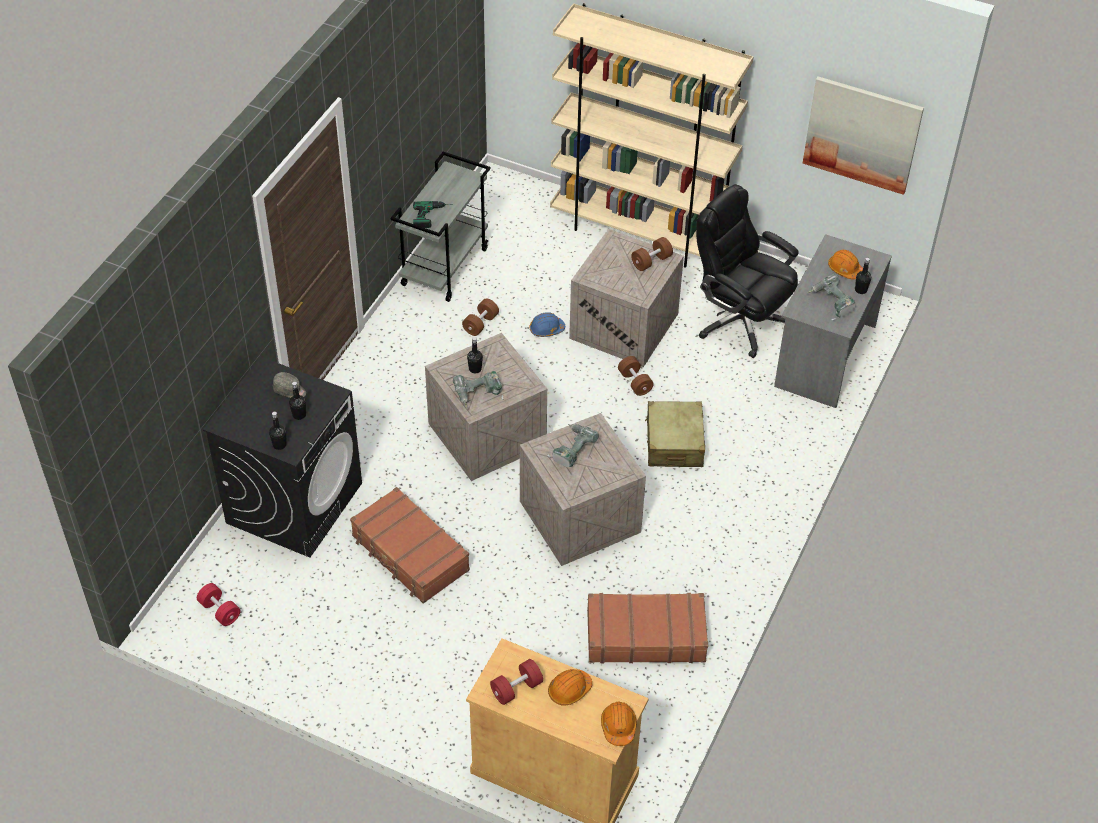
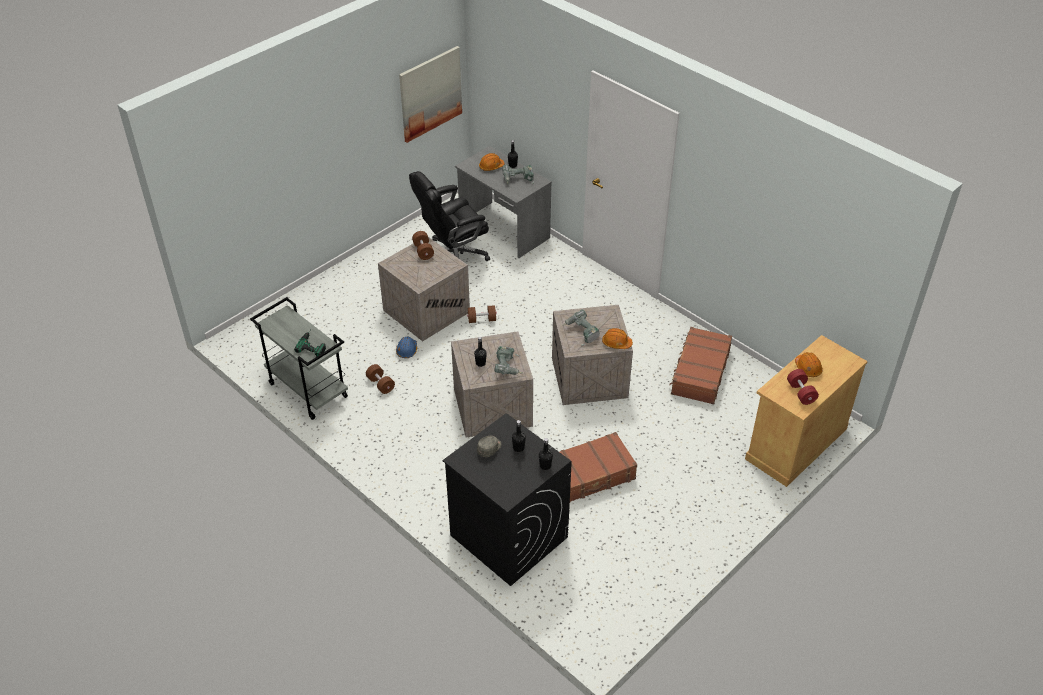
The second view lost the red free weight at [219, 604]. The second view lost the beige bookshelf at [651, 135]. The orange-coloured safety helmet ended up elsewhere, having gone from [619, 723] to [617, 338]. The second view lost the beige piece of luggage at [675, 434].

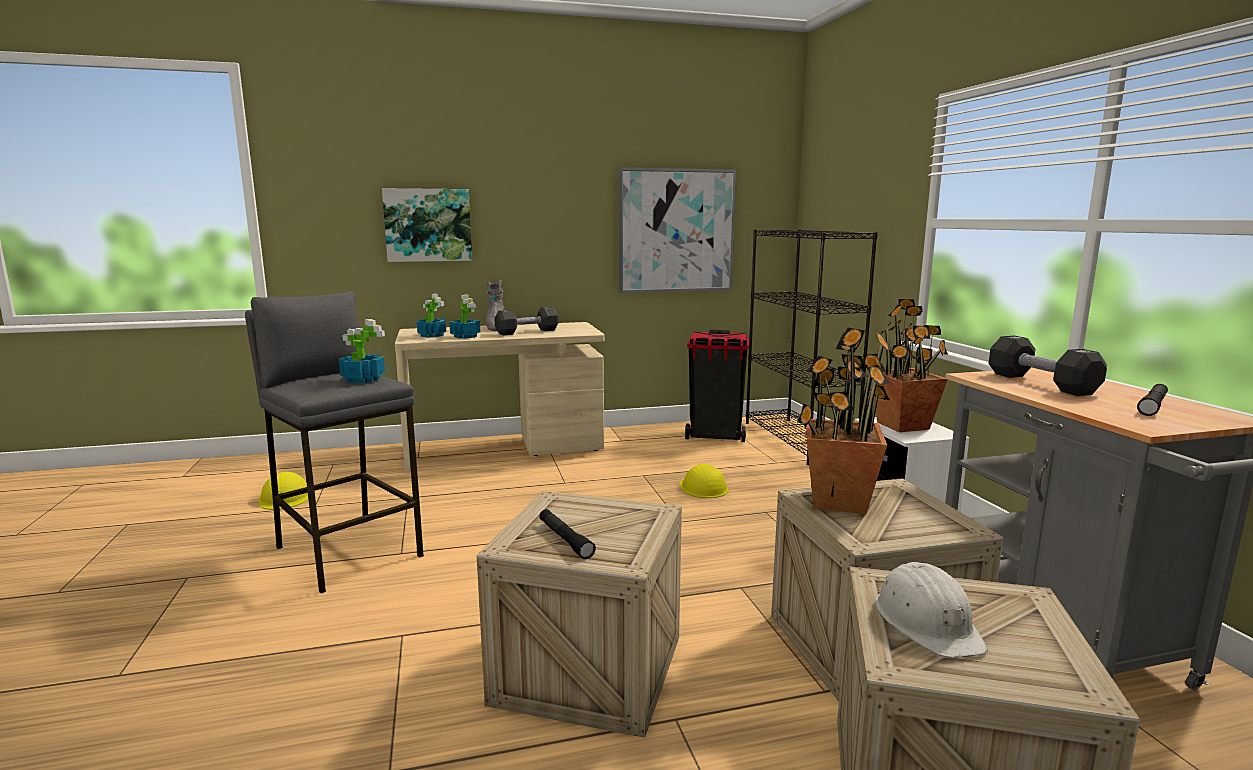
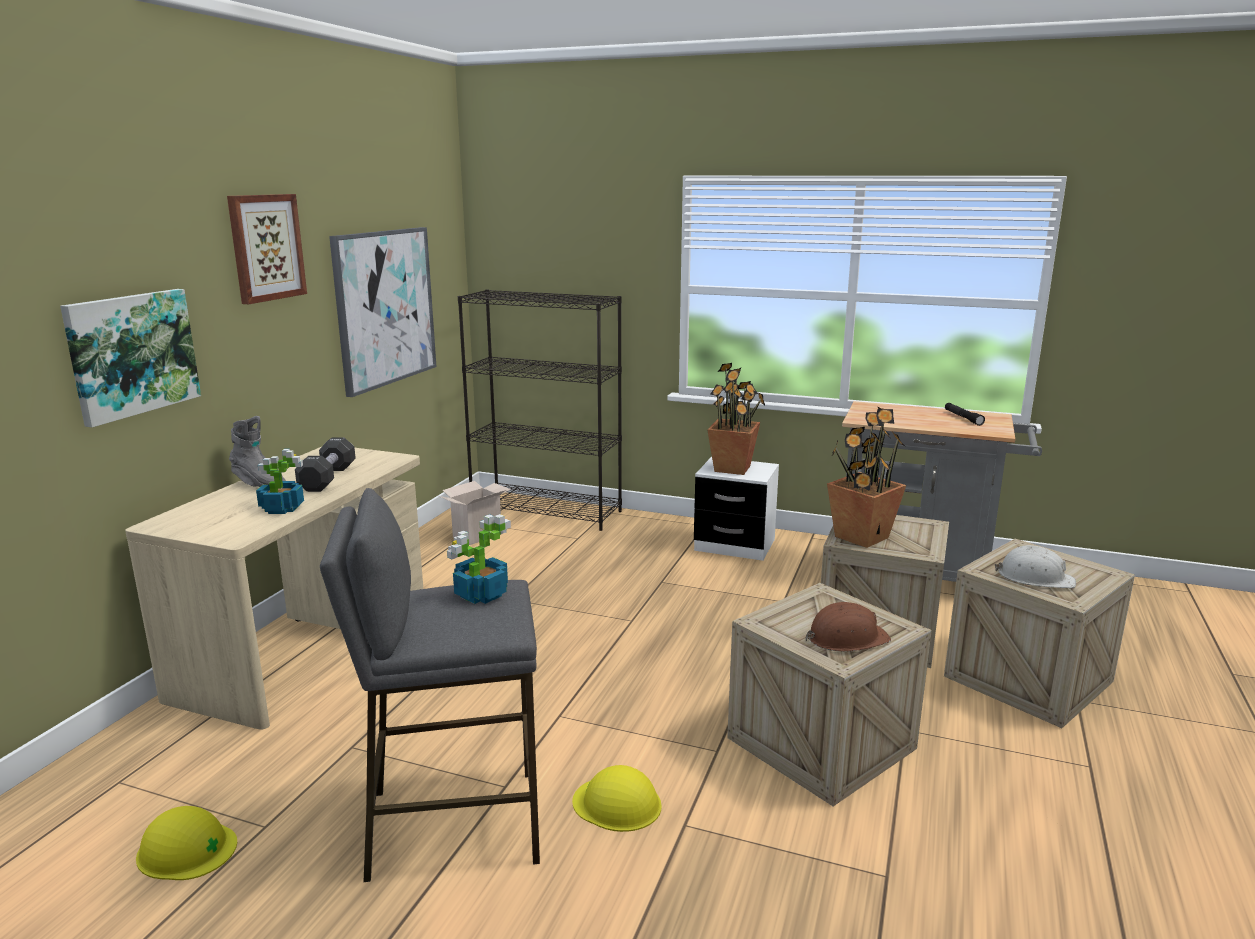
The second view lost the plant in a pot at [431, 315]. Where the blackish hand torch stood at [567, 534], the brownish safety helmet came to stand at [848, 627]. The yellowish safety helmet ended up elsewhere, having gone from [704, 481] to [617, 798]. Where the blackish trash can stood at [717, 386], the cardboard box came to stand at [475, 513]. The second view lost the blackish free weight at [1047, 365]. The second view gained the wall art at [267, 249].

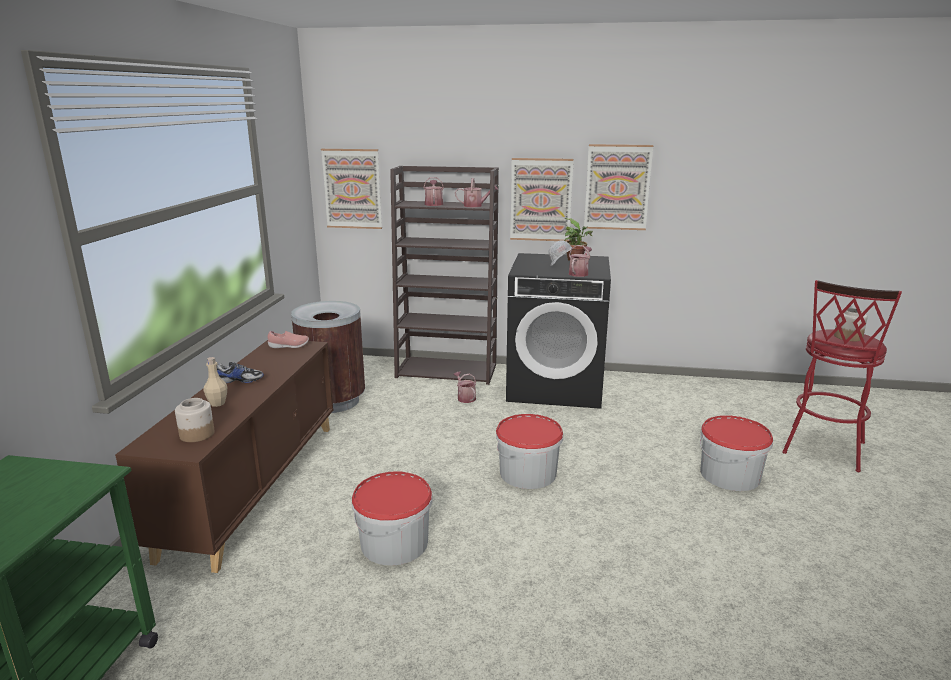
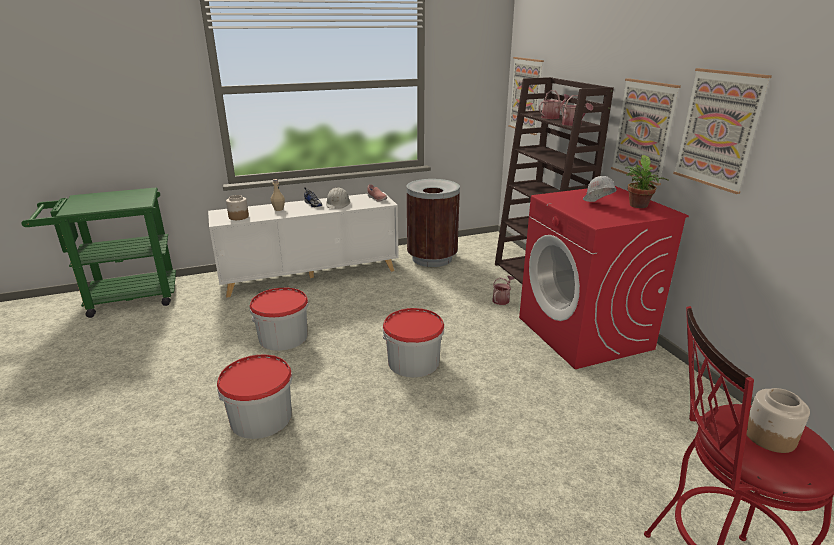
What was the brownish cabinet at [224, 456] turned into the whitish cabinet at [303, 245]. What was the blackish laundry appliance at [558, 331] turned into the red laundry appliance at [604, 277]. The second view lost the sprinkling can at [580, 261]. The pail ended up elsewhere, having gone from [736, 453] to [254, 397]. The second view gained the whitish safety helmet at [338, 198].

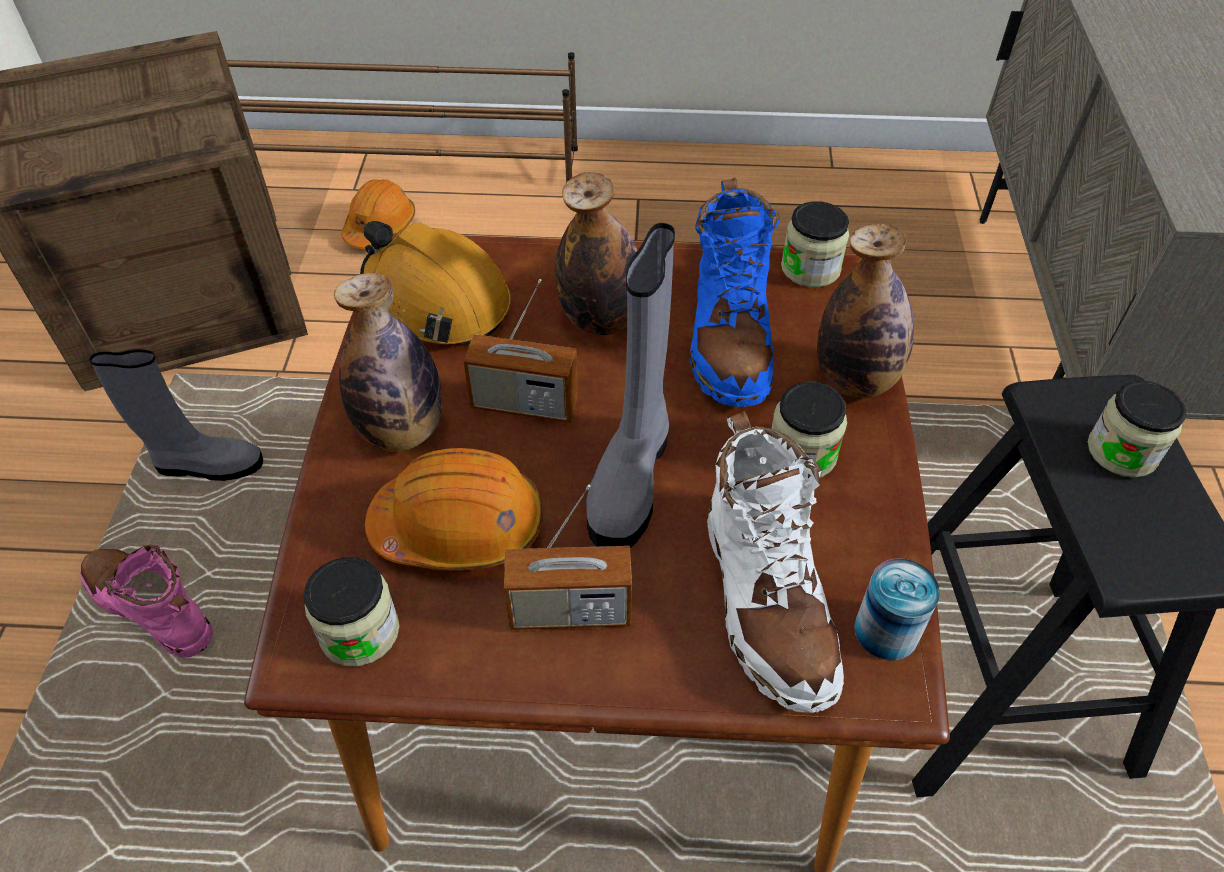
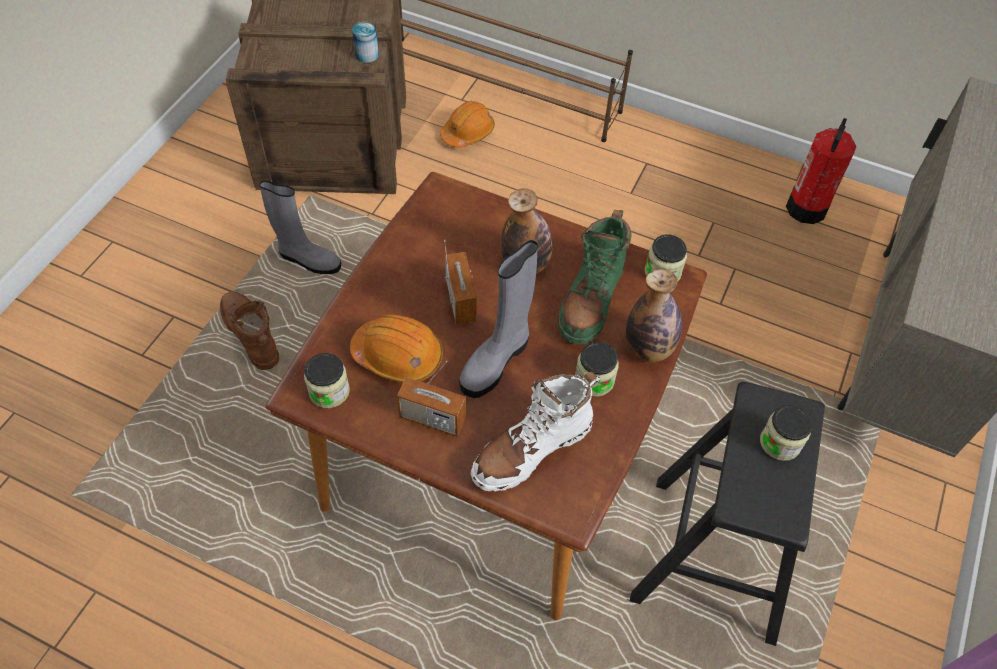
What was the pinkish tall boot at [147, 601] turned into the brownish tall boot at [249, 330]. The second view lost the beverage bottle at [388, 362]. The second view lost the orange-coloured safety helmet at [435, 283]. The radio set at [520, 351] ended up facing another way, 135 degrees counterclockwise from before. What was the bluish tall boot at [735, 292] turned into the greenish tall boot at [595, 277]. The whitish tall boot at [775, 562] ended up facing another way, 45 degrees clockwise from before. The sealed can ended up elsewhere, having gone from [897, 609] to [365, 42]. The second view gained the extinguisher at [821, 171].

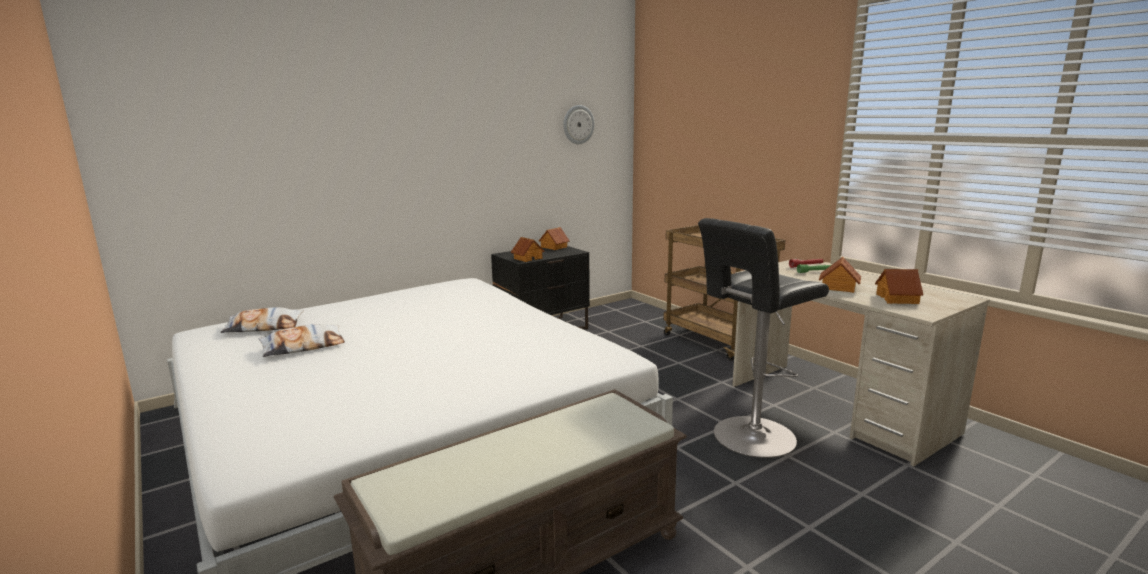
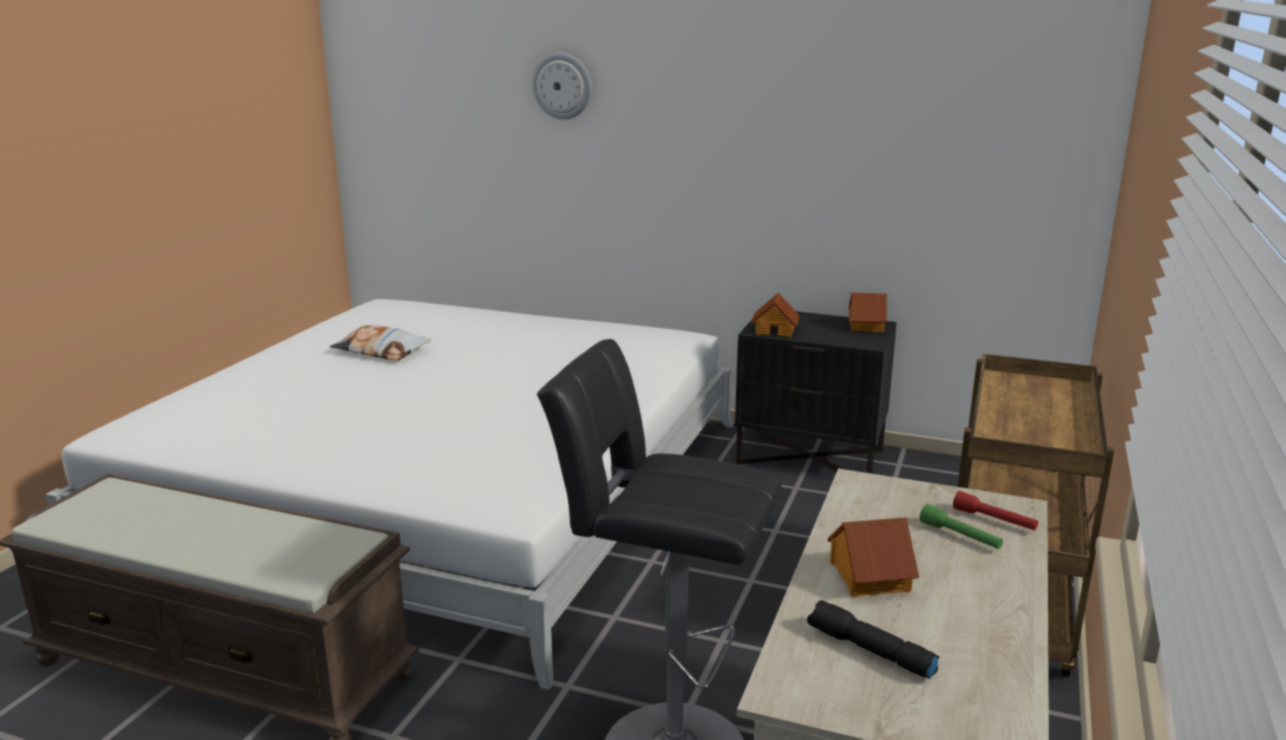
The second view lost the pillow at [262, 320]. The hanging clock ended up elsewhere, having gone from [579, 124] to [561, 86]. Where the toy house stood at [899, 286], the blackish hand torch came to stand at [873, 639].

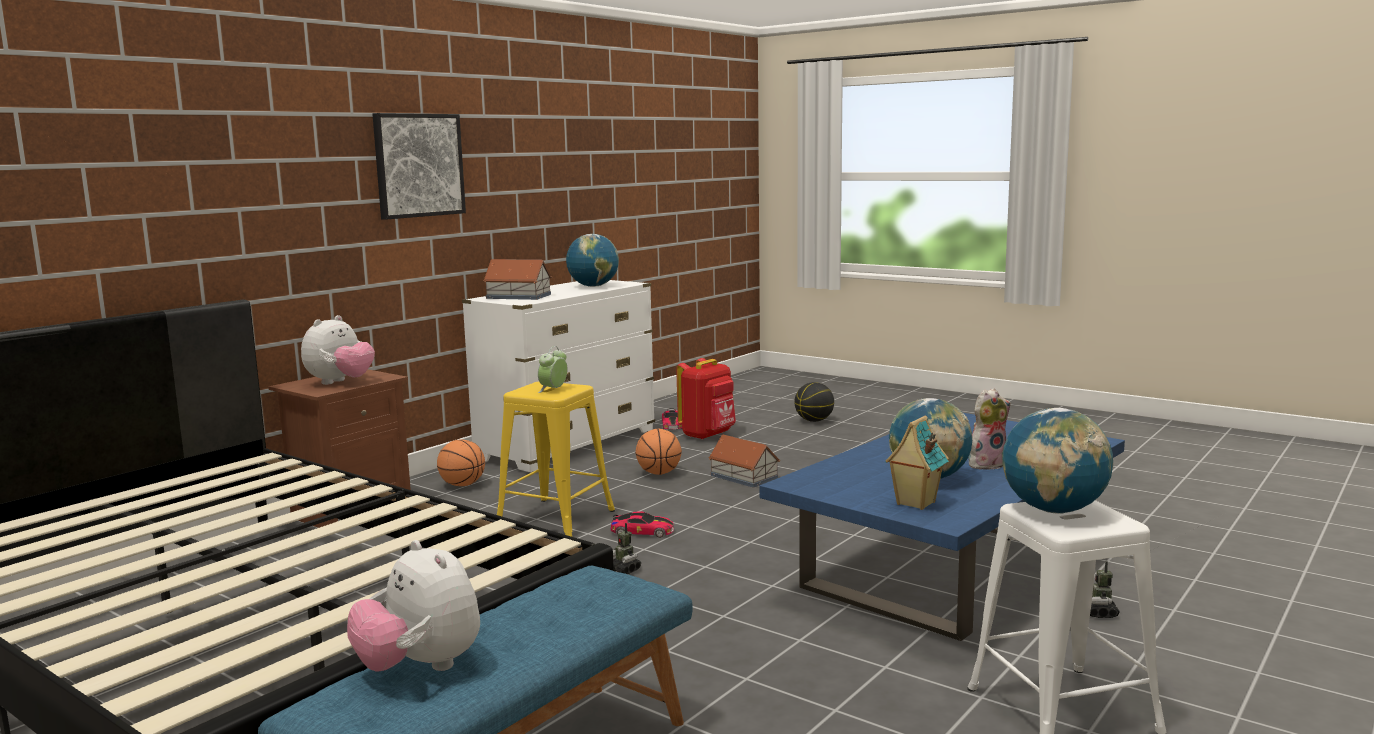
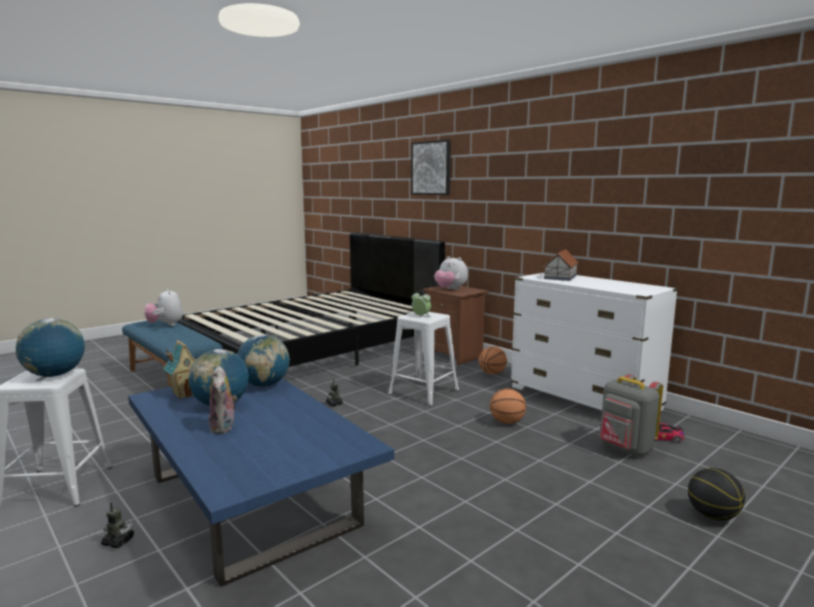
The cuddly toy at [413, 606] ended up facing another way, 90 degrees counterclockwise from before. The wall art ended up elsewhere, having gone from [419, 166] to [431, 167]. What was the yellowish stool at [556, 459] turned into the whitish stool at [423, 359]. The world globe ended up elsewhere, having gone from [592, 260] to [263, 361]. The second view lost the miniature car at [642, 524]. What was the red backpack at [706, 399] turned into the grey backpack at [631, 415]. The second view lost the toy house at [744, 461].

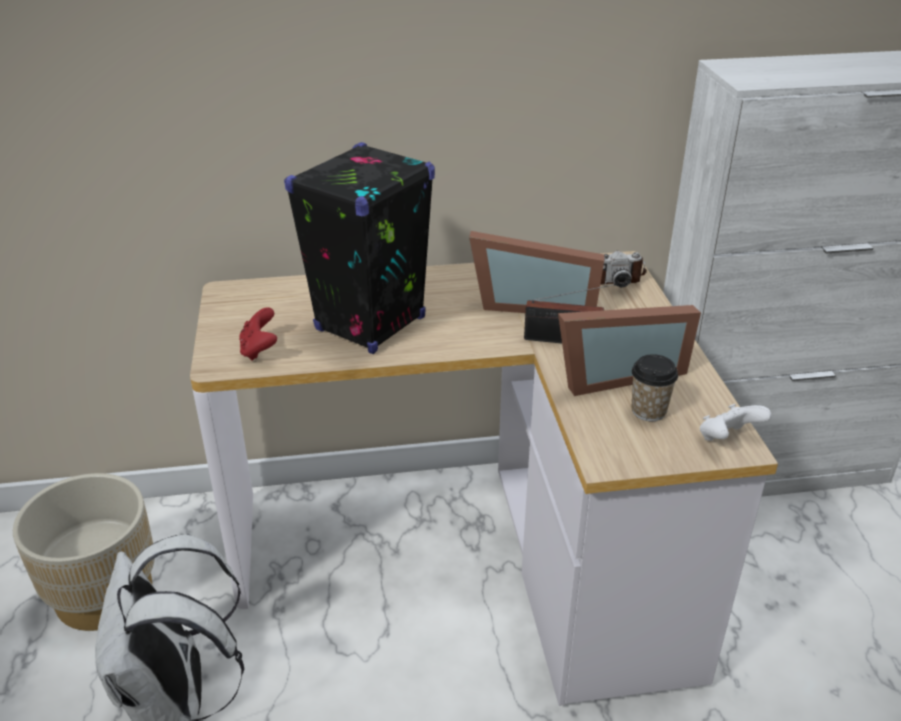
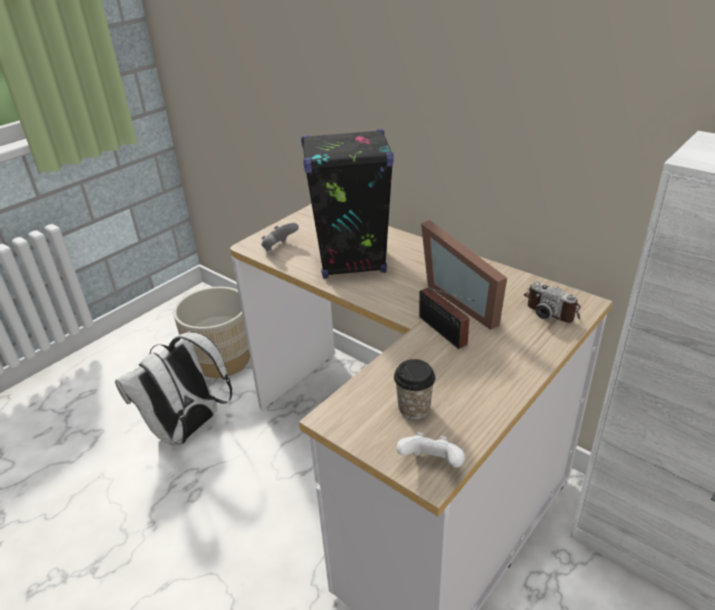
What was the red gamepad at [258, 334] turned into the grey gamepad at [280, 237]. The second view lost the photo frame at [629, 350].

